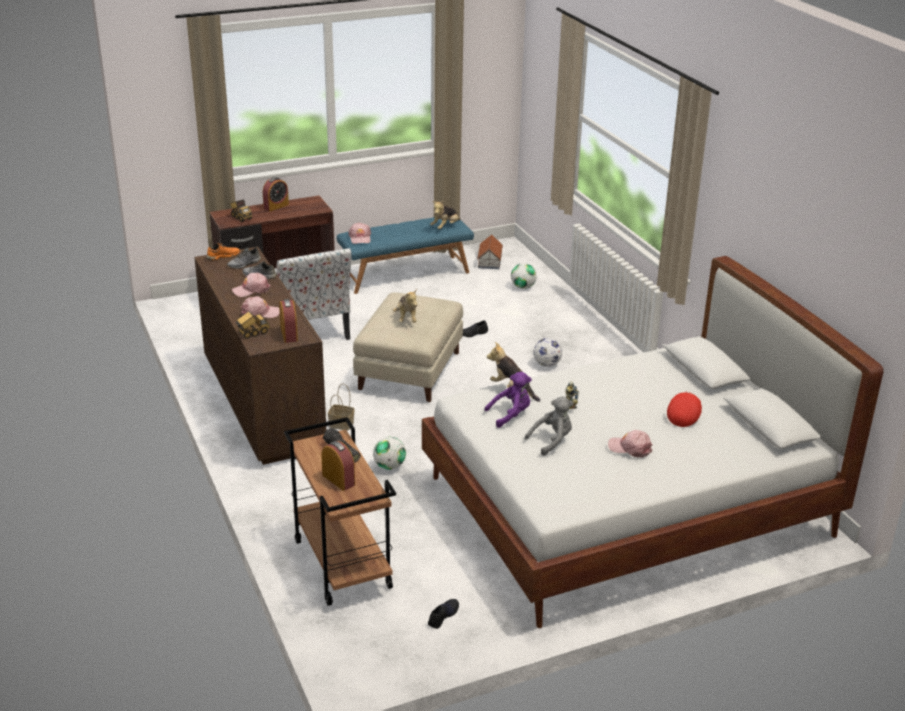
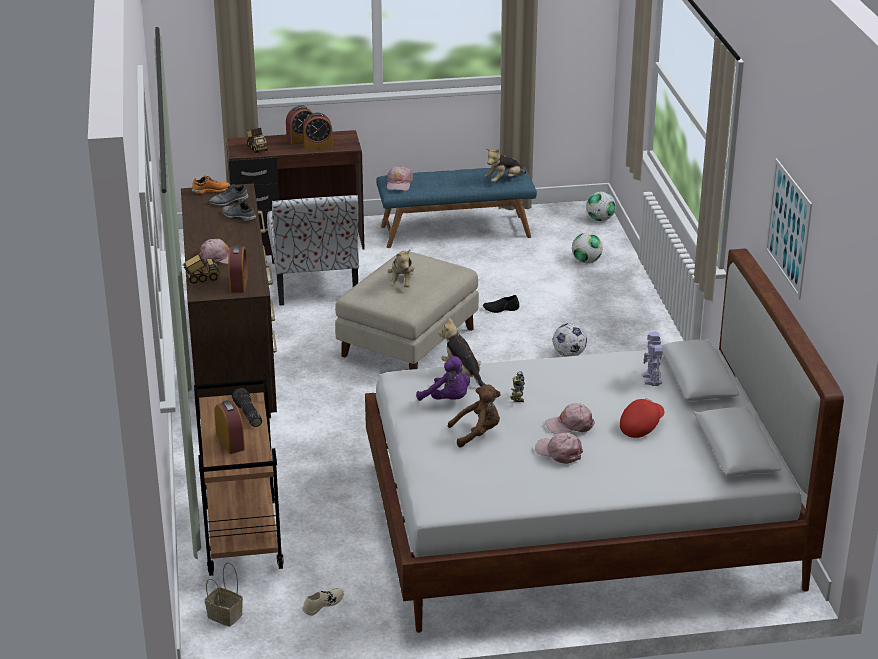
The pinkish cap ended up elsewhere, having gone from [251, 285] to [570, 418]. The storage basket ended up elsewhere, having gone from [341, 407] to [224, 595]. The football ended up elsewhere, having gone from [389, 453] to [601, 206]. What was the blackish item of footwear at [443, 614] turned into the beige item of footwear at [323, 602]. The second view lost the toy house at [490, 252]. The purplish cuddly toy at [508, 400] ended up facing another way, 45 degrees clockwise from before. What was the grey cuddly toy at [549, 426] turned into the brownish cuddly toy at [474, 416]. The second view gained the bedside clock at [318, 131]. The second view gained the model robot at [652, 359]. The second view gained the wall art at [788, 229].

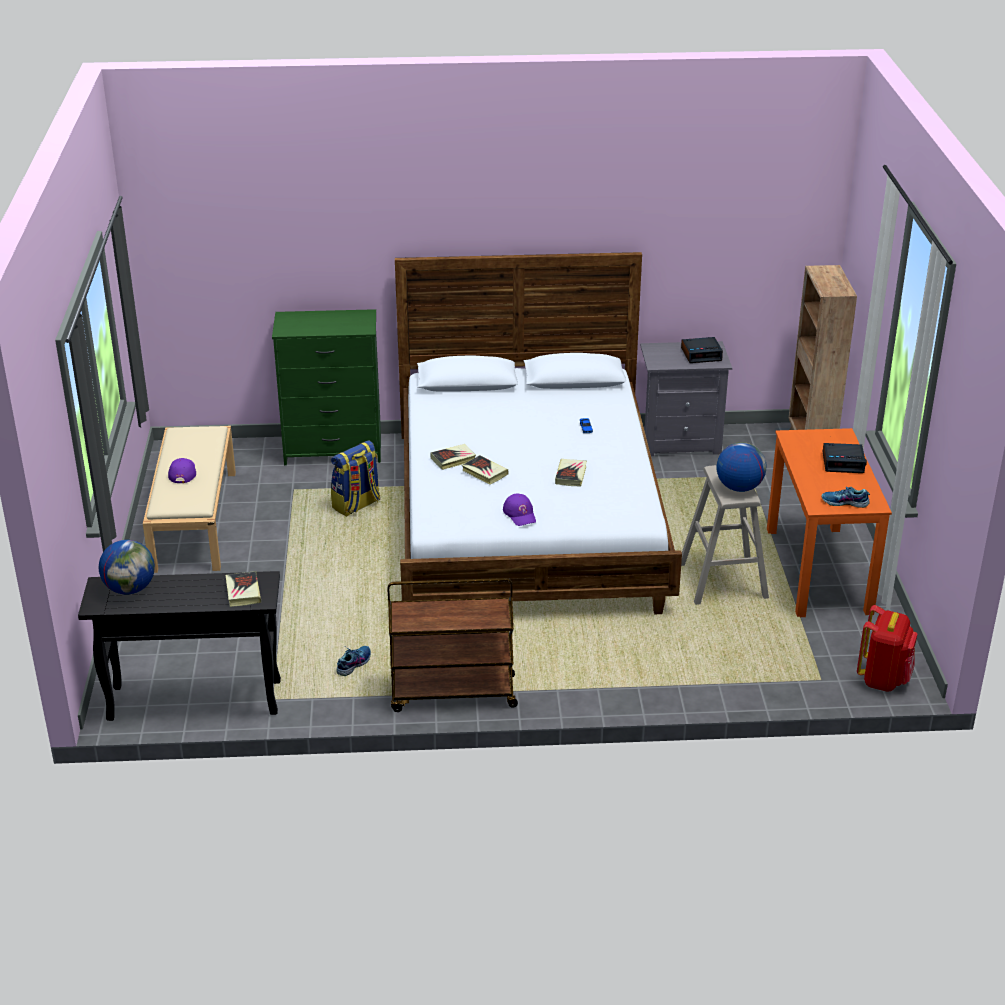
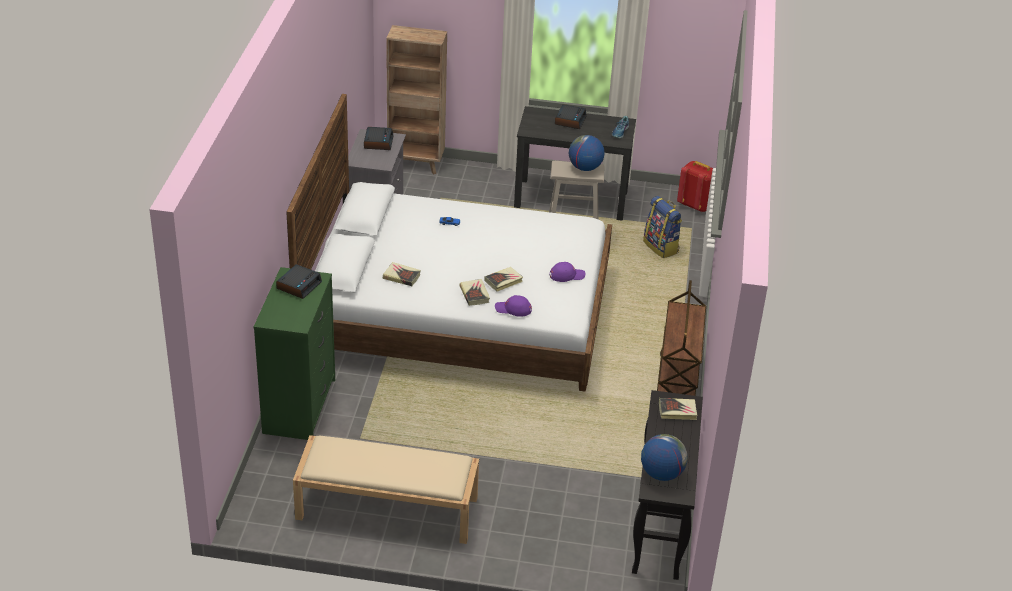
The purplish cap ended up elsewhere, having gone from [182, 470] to [513, 306]. The backpack ended up elsewhere, having gone from [355, 478] to [662, 227]. The second view lost the item of footwear at [354, 661]. The book ended up elsewhere, having gone from [571, 472] to [402, 274]. What was the orange-coloured desk at [829, 522] turned into the blackish desk at [575, 163]. The second view gained the bedside clock at [299, 281].

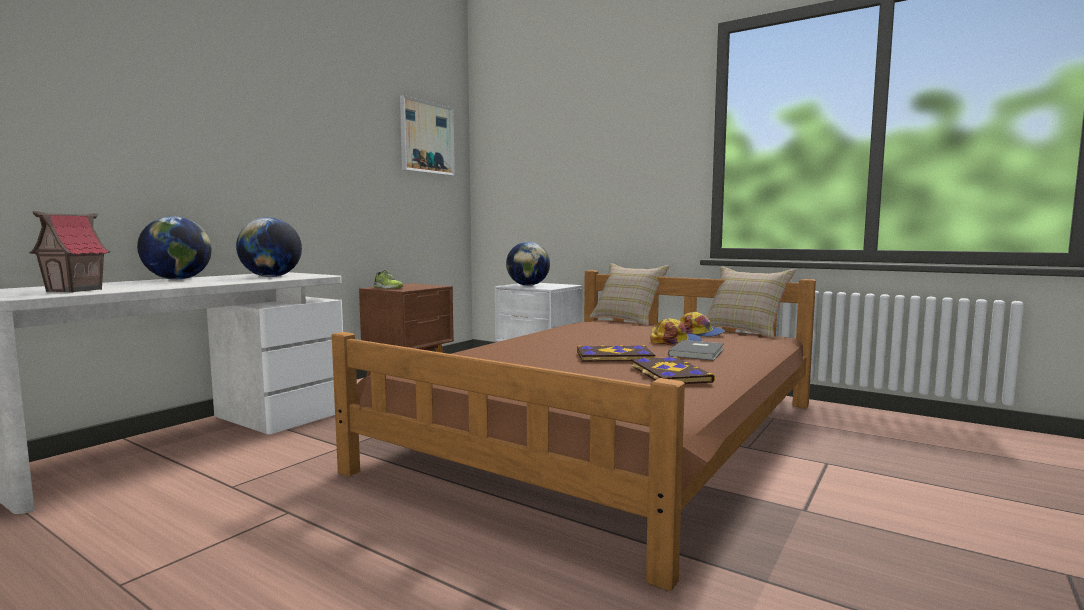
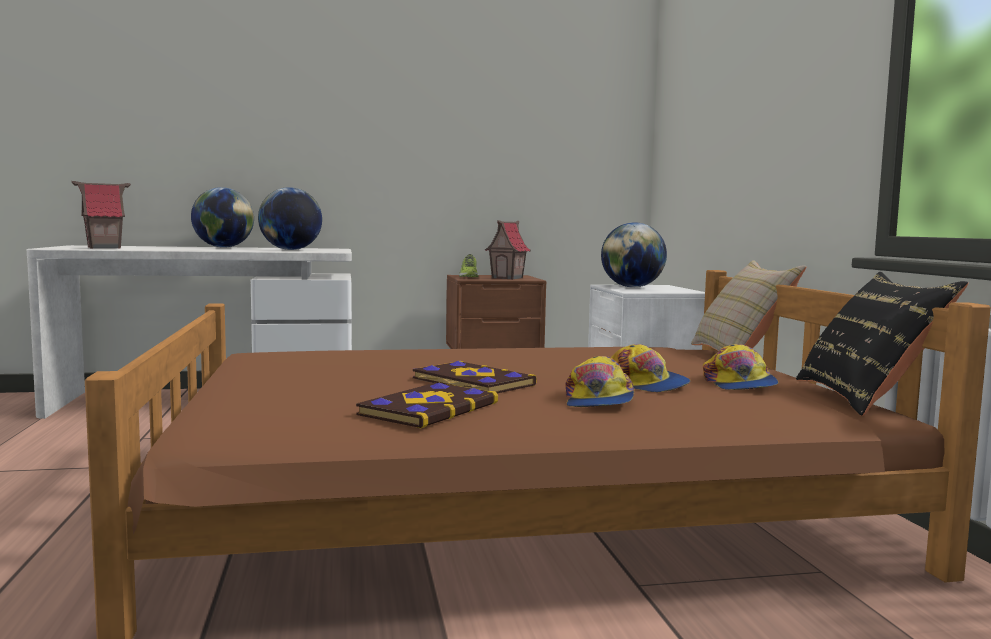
The second view lost the wall art at [427, 135]. Where the grey book stood at [696, 350], the cap came to stand at [600, 381]. What was the beige pillow at [751, 302] turned into the blackish pillow at [882, 344]. The second view gained the toy house at [507, 250].

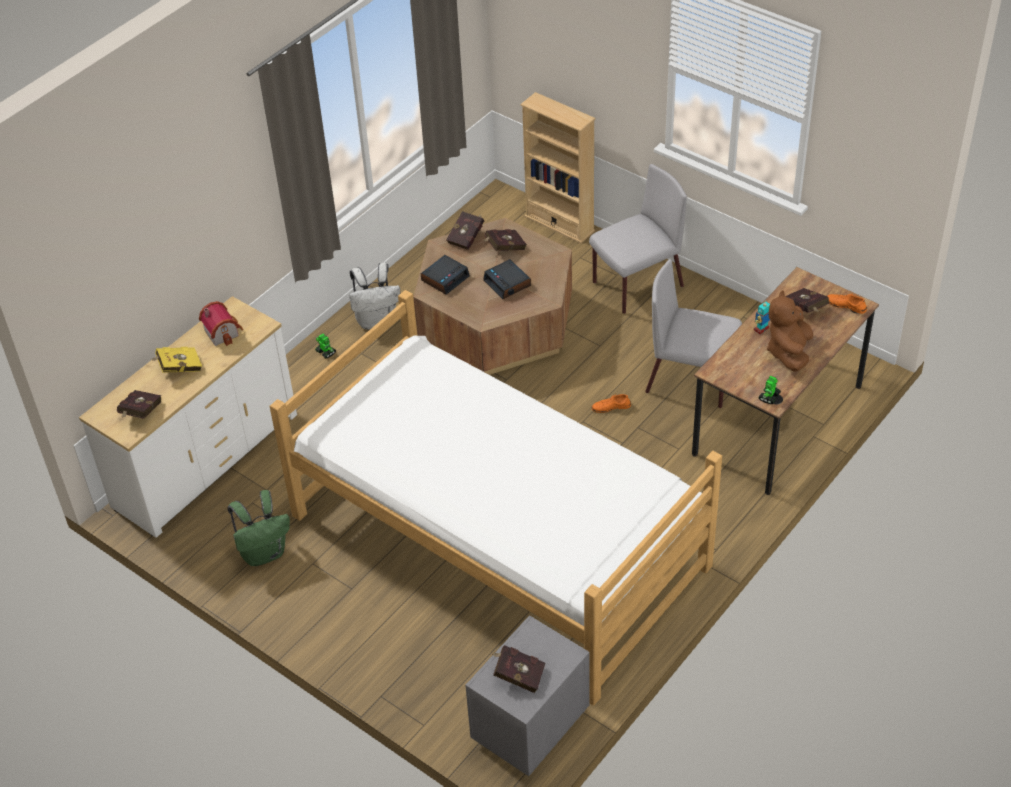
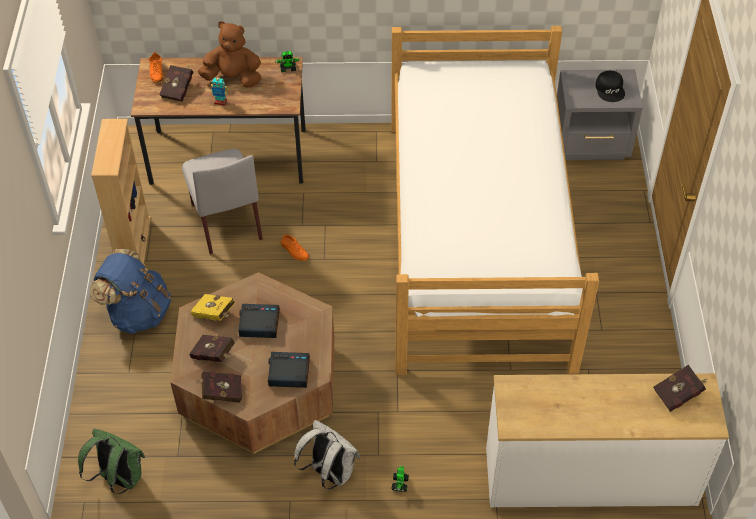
The yellowish book ended up elsewhere, having gone from [176, 360] to [212, 307]. The second view lost the toy house at [221, 323]. The greenish backpack ended up elsewhere, having gone from [258, 528] to [111, 461]. The bedside clock at [507, 279] ended up facing another way, 105 degrees counterclockwise from before. Where the red book stood at [518, 669], the blackish cap came to stand at [610, 86]. The beige bookshelf ended up elsewhere, having gone from [557, 167] to [121, 191]. Where the grey chair stood at [638, 239], the bluish backpack came to stand at [130, 291]. The brownish cuddly toy at [790, 331] ended up facing another way, 150 degrees counterclockwise from before.

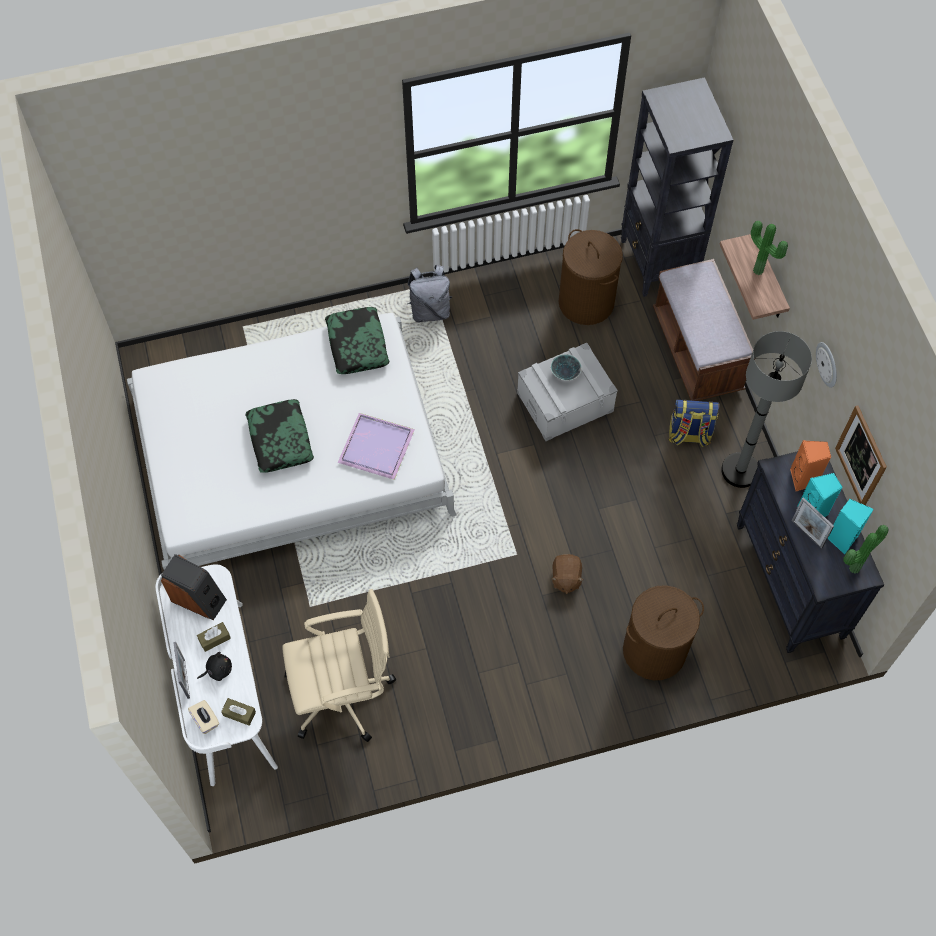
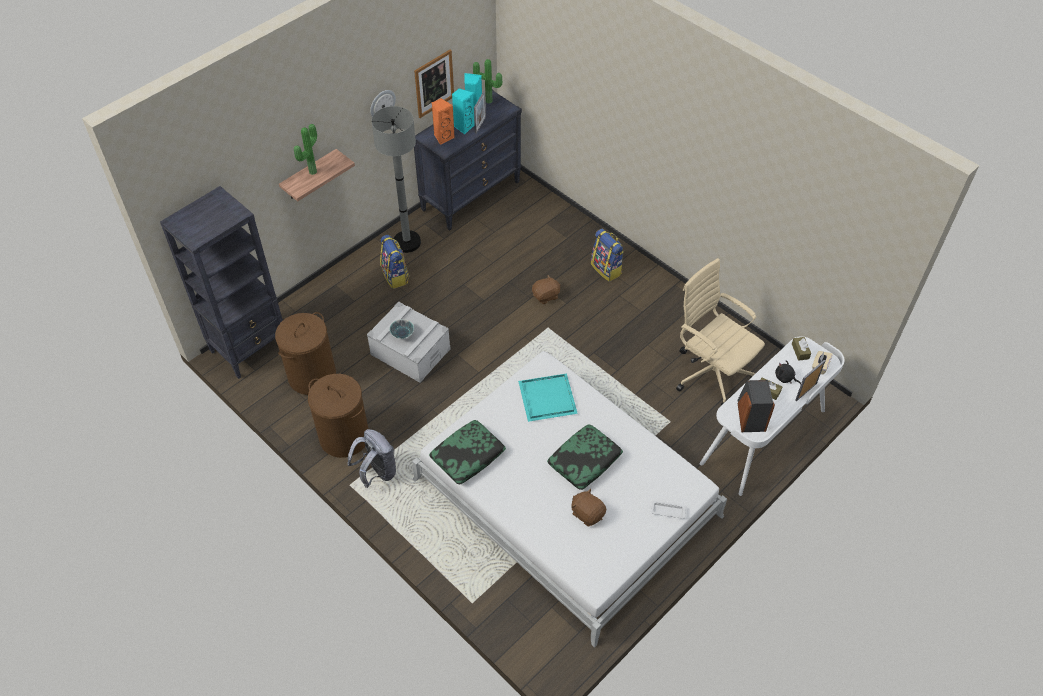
What was the purplish tray at [376, 446] turned into the turquoise-coloured tray at [548, 397]. The brownish washing basket ended up elsewhere, having gone from [663, 632] to [338, 416]. The second view lost the brownish bench at [704, 330]. The second view gained the brownish cuddly toy at [588, 507]. The second view gained the backpack at [607, 255]. The second view gained the whitish tray at [668, 510].

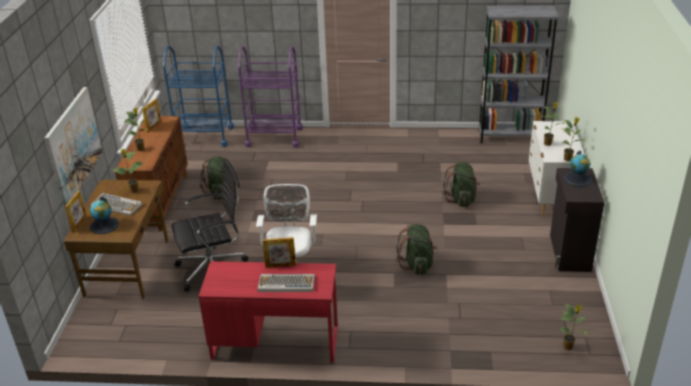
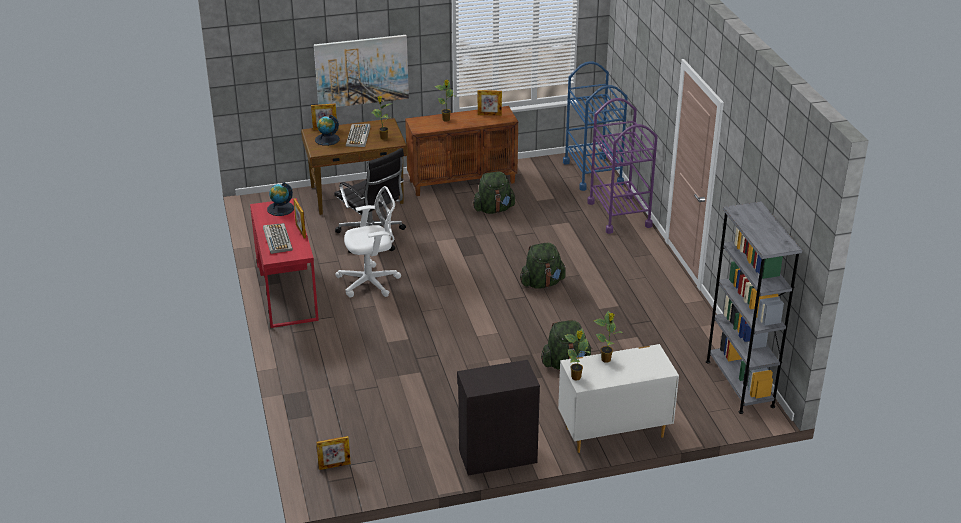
The greenish backpack ended up elsewhere, having gone from [416, 249] to [543, 266]. Where the plant in a pot stood at [573, 327], the photo frame came to stand at [333, 453]. The world globe ended up elsewhere, having gone from [578, 168] to [280, 199].

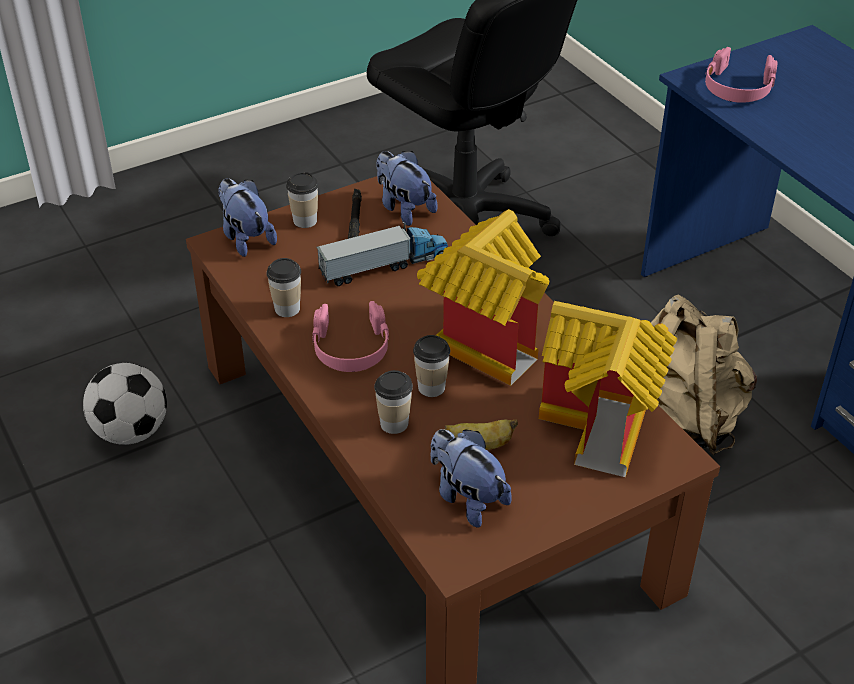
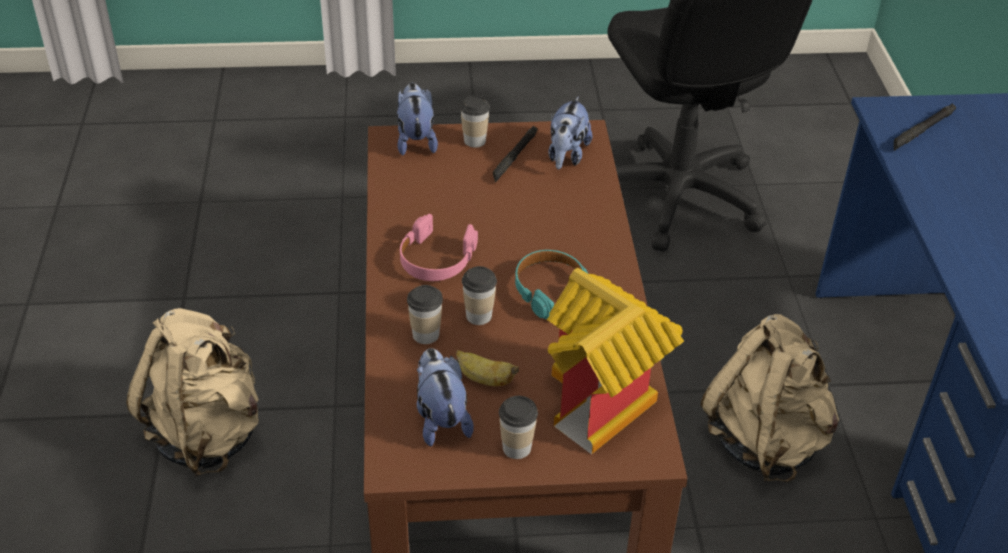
The second view lost the football at [125, 404]. The cup ended up elsewhere, having gone from [283, 287] to [518, 427]. The second view lost the toy truck at [382, 254]. The cuddly toy at [406, 188] ended up facing another way, 150 degrees counterclockwise from before. Where the toy house stood at [483, 297], the turquoise-coloured headphones came to stand at [551, 284]. Where the pinkish headphones stood at [741, 75], the blackish hand torch came to stand at [925, 127]. The second view gained the beige backpack at [192, 392].

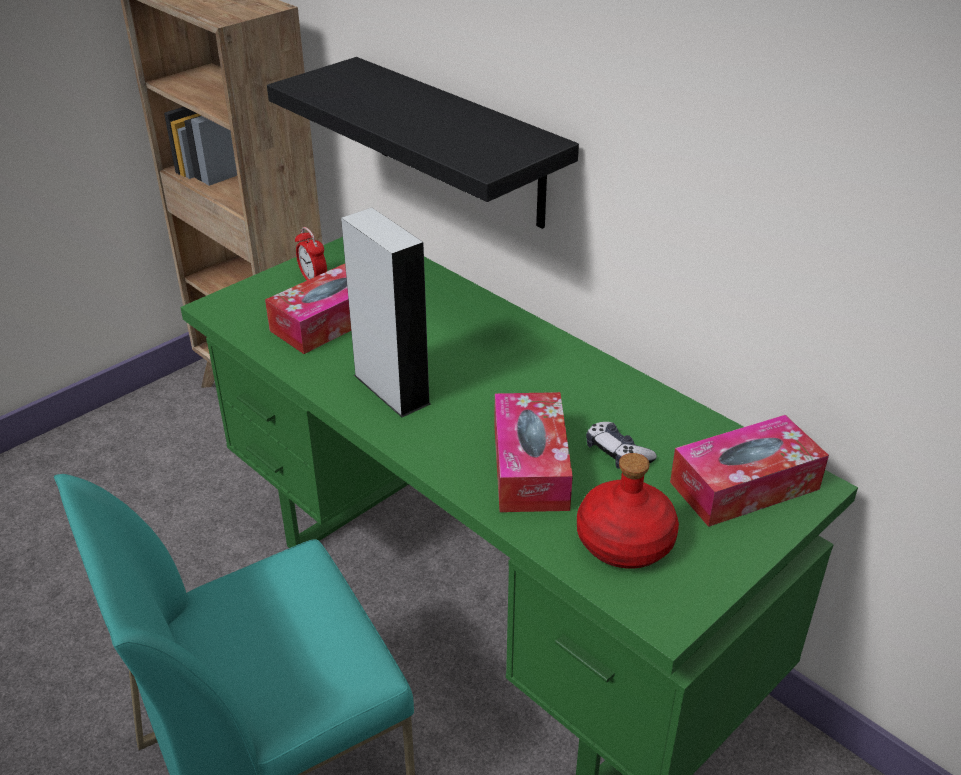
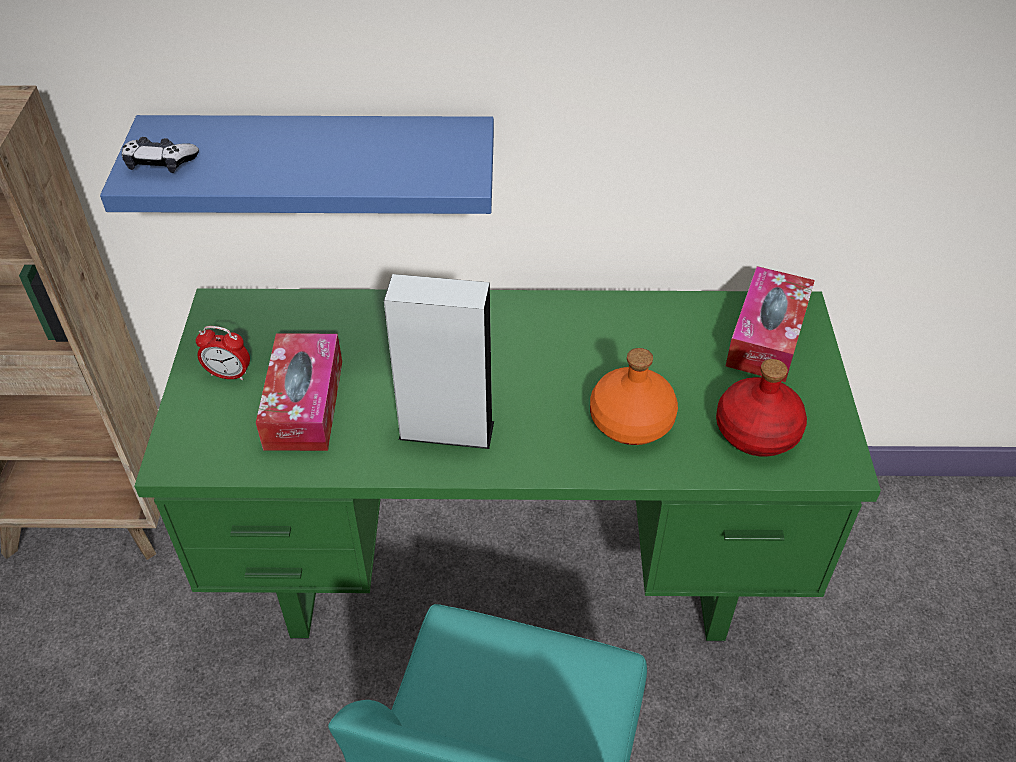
What was the blackish wall shelf at [423, 143] turned into the bluish wall shelf at [297, 164]. Where the tissue holder stood at [533, 452], the orange-coloured beverage bottle came to stand at [634, 396]. The gamepad ended up elsewhere, having gone from [621, 445] to [160, 155].

